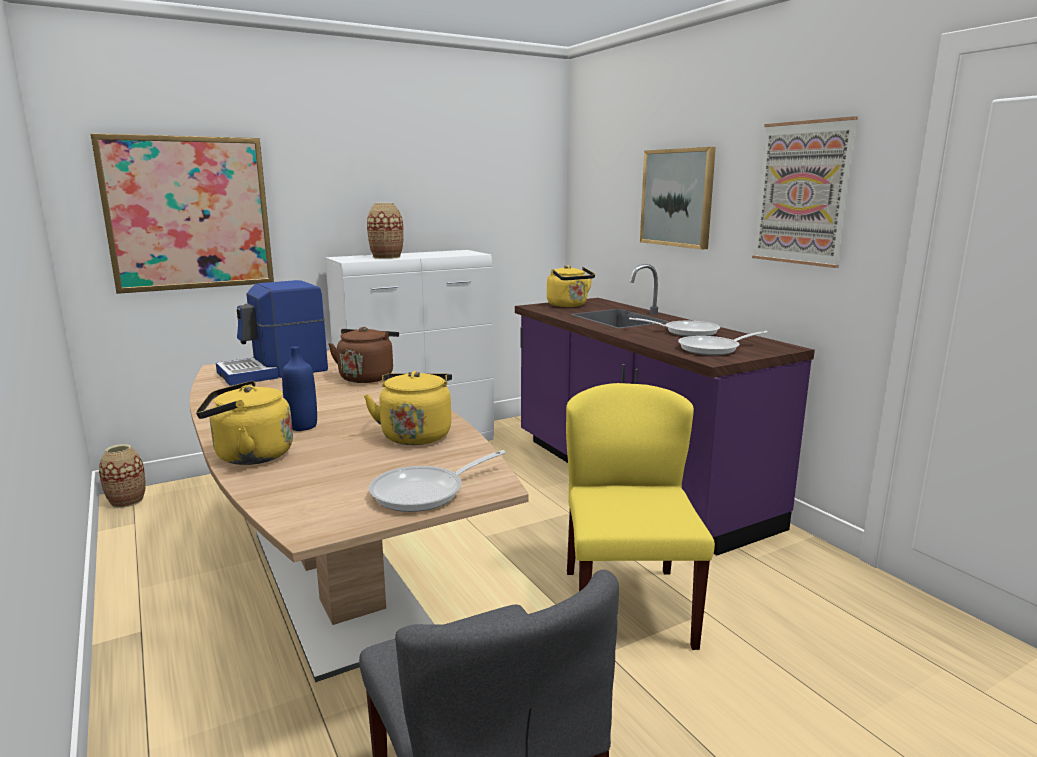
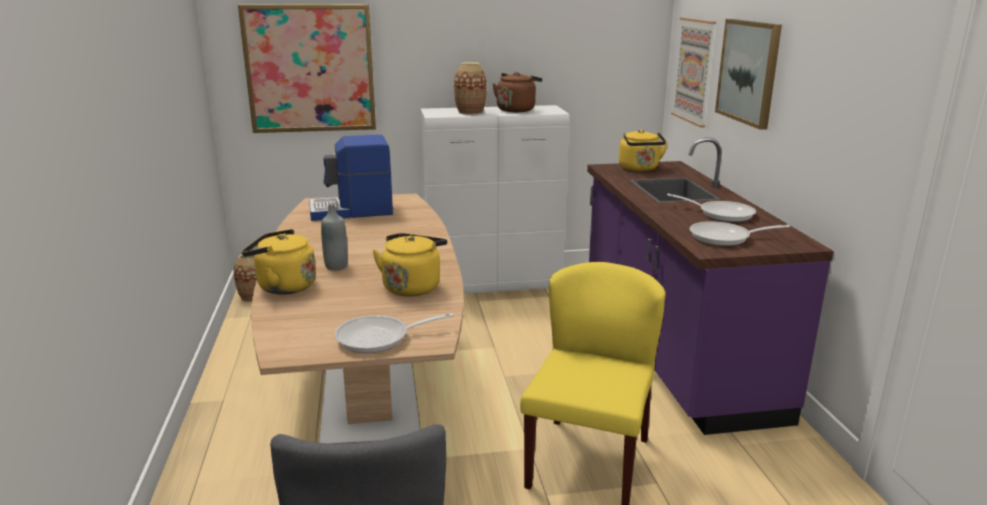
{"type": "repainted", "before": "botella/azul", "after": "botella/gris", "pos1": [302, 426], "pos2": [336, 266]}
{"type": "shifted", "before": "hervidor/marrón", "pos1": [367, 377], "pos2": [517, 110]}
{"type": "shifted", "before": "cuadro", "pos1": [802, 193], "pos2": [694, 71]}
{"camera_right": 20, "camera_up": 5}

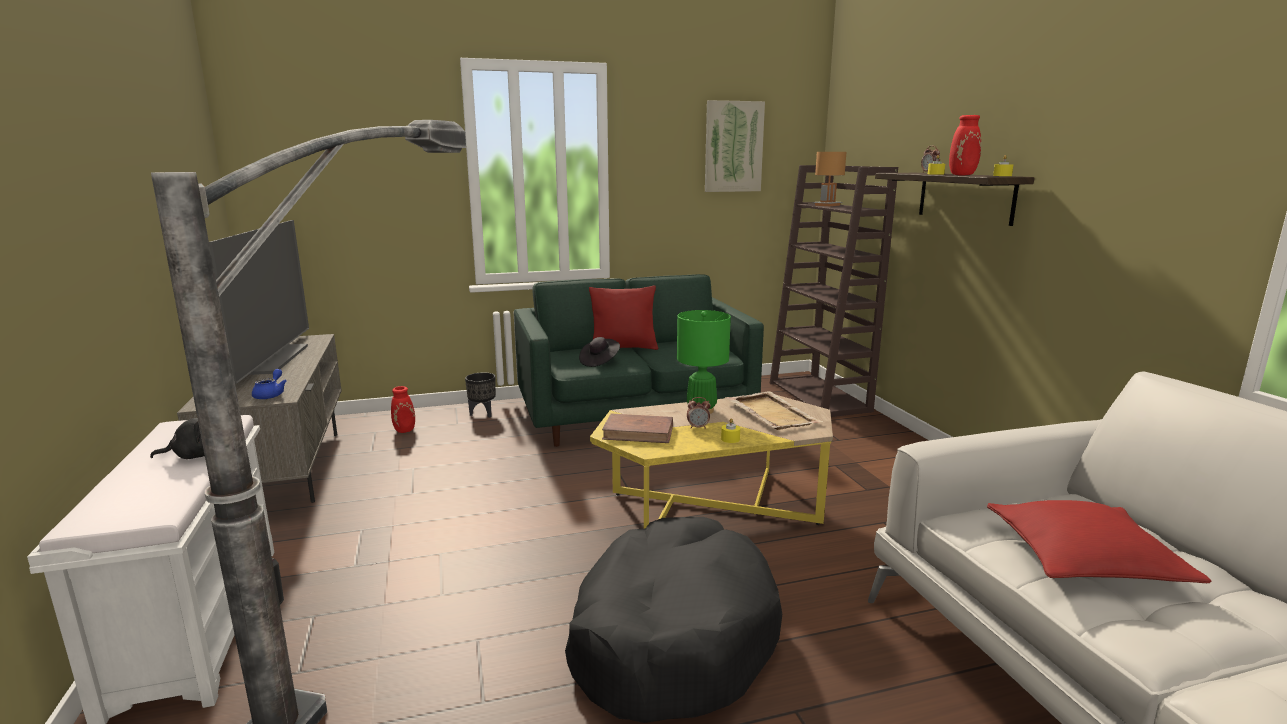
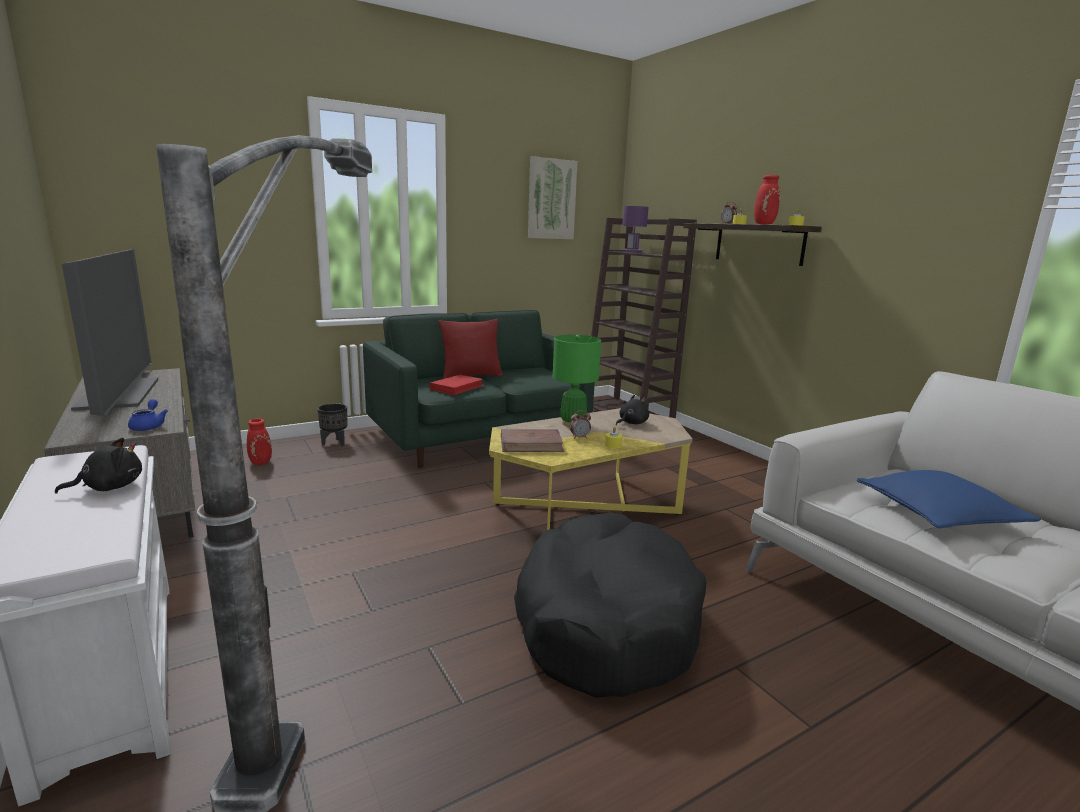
{"type": "swapped", "before": "sombrero/negro", "after": "libro/rojo", "pos1": [599, 362], "pos2": [457, 387]}
{"type": "swapped", "before": "bandeja/beis", "after": "peluche/negro", "pos1": [771, 413], "pos2": [631, 423]}
{"type": "repainted", "before": "lámpara de mesa/marrón", "after": "lámpara de mesa/morado", "pos1": [827, 205], "pos2": [632, 252]}
{"type": "repainted", "before": "cojín/rojo", "after": "cojín/azul", "pos1": [1084, 559], "pos2": [938, 514]}
{"camera_right": -15, "camera_up": 0}

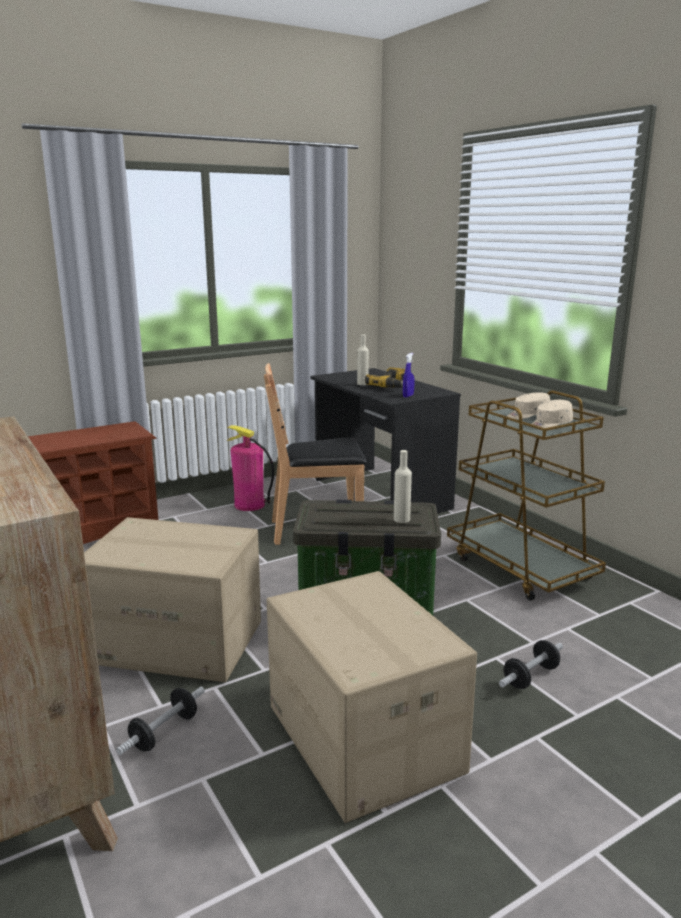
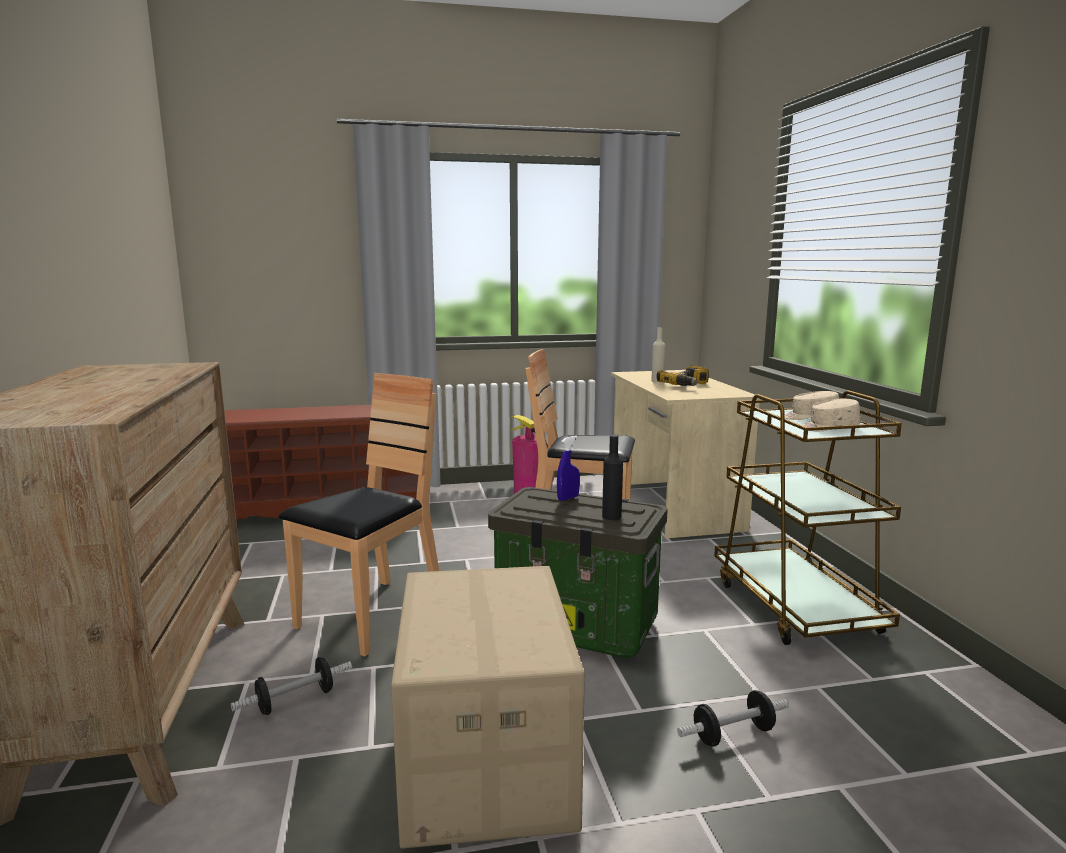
{"type": "swapped", "before": "caja de cartón", "after": "silla/marrón", "pos1": [178, 641], "pos2": [371, 615]}
{"type": "shifted", "before": "pulverizador/azul", "pos1": [408, 396], "pos2": [568, 498]}
{"type": "repainted", "before": "botella/beis", "after": "botella/negro", "pos1": [401, 519], "pos2": [611, 516]}
{"type": "repainted", "before": "escritorio/negro", "after": "escritorio/beis", "pos1": [379, 494], "pos2": [672, 506]}
{"camera_right": 20, "camera_up": -5}

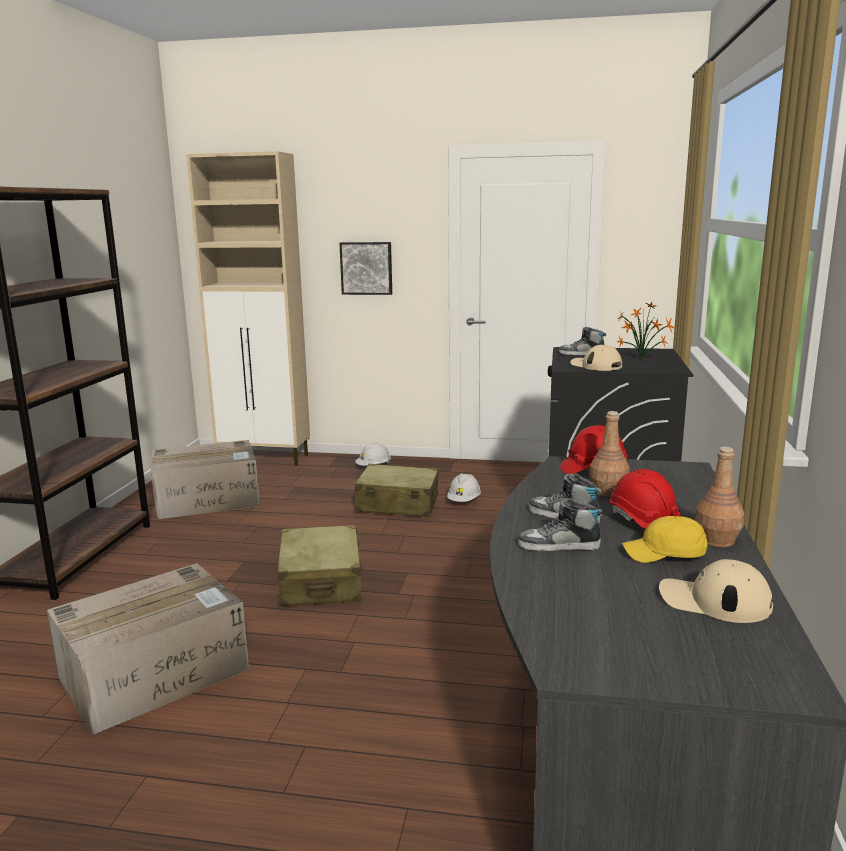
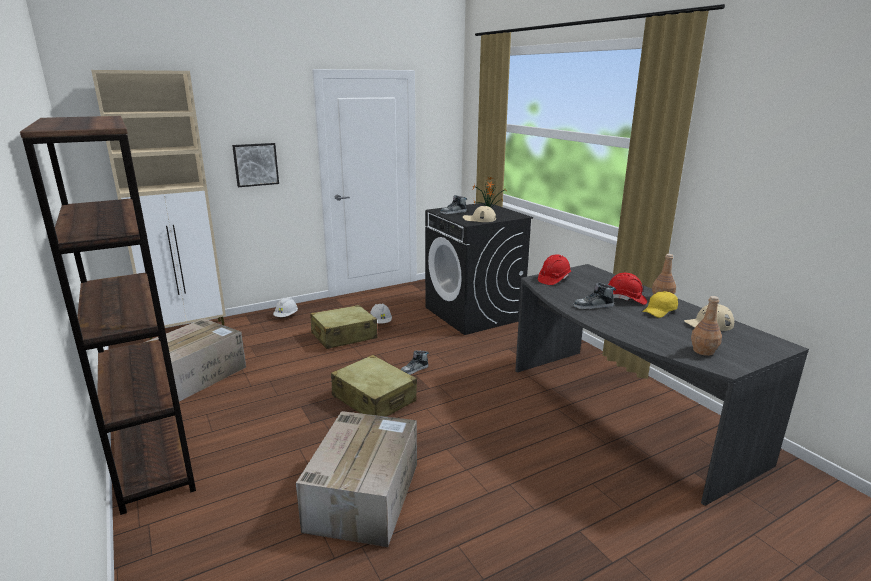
{"type": "shifted", "before": "zapato", "pos1": [559, 546], "pos2": [414, 370]}
{"type": "shifted", "before": "botella/marrón", "pos1": [608, 492], "pos2": [703, 351]}
{"camera_right": -40, "camera_up": 5}

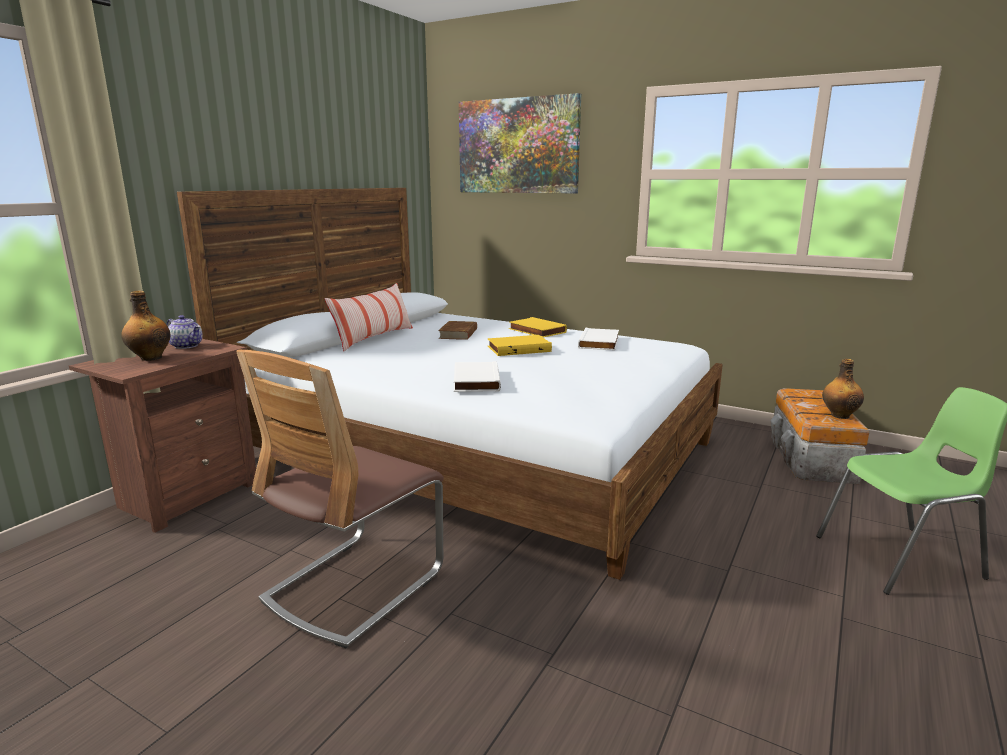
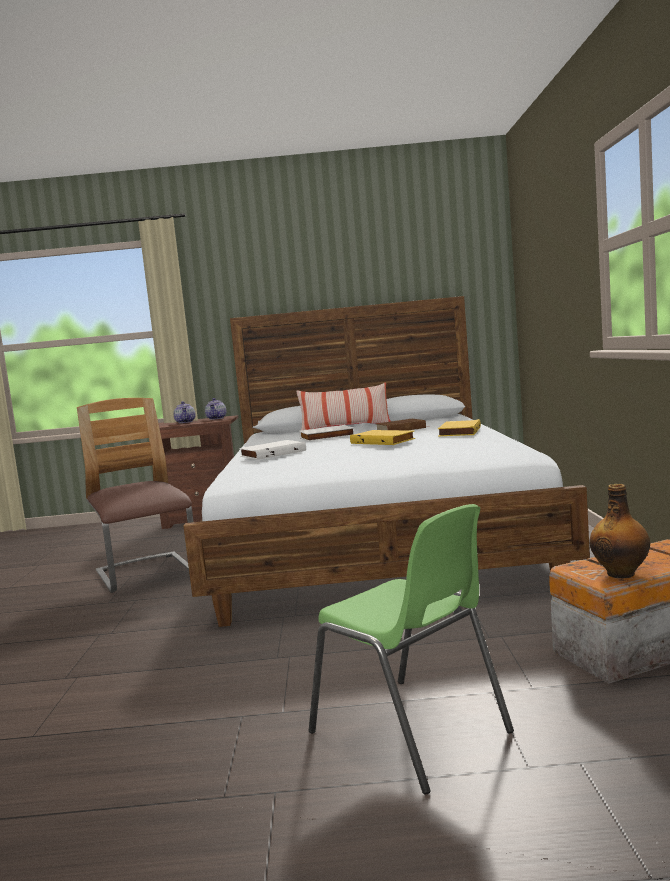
{"type": "rotated", "before": "silla", "pos1": [354, 585], "pos2": [146, 574], "turn": 60}
{"type": "swapped", "before": "botella", "after": "tetera", "pos1": [150, 358], "pos2": [185, 422]}
{"type": "shifted", "before": "libro/blanco", "pos1": [600, 343], "pos2": [327, 437]}
{"type": "gone", "before": "cuadro", "pos1": [518, 146]}
{"camera_right": 60, "camera_up": -10}

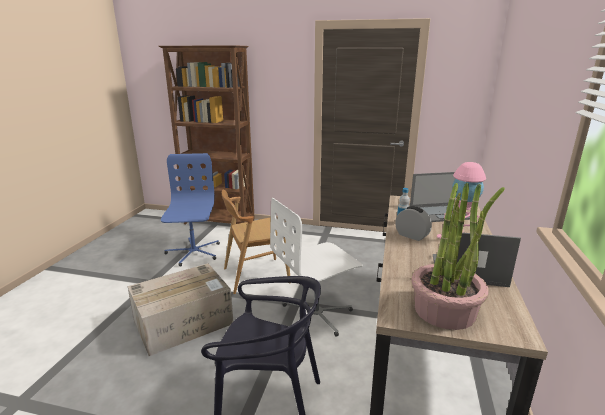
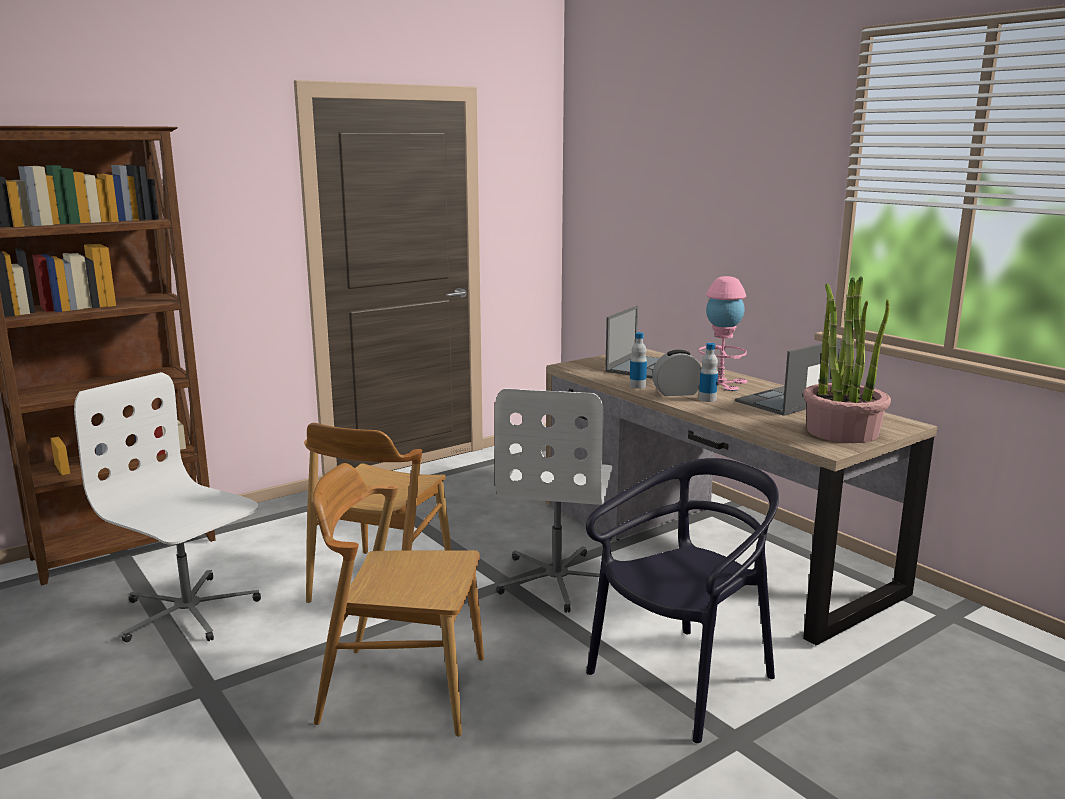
{"type": "repainted", "before": "silla de oficina/azul", "after": "silla de oficina/blanco", "pos1": [193, 252], "pos2": [187, 612]}
{"type": "swapped", "before": "caja de cartón", "after": "silla/marrón", "pos1": [184, 321], "pos2": [403, 689]}
{"type": "new", "after": "botella", "pos2": [707, 399]}
{"camera_right": -50, "camera_up": -5}

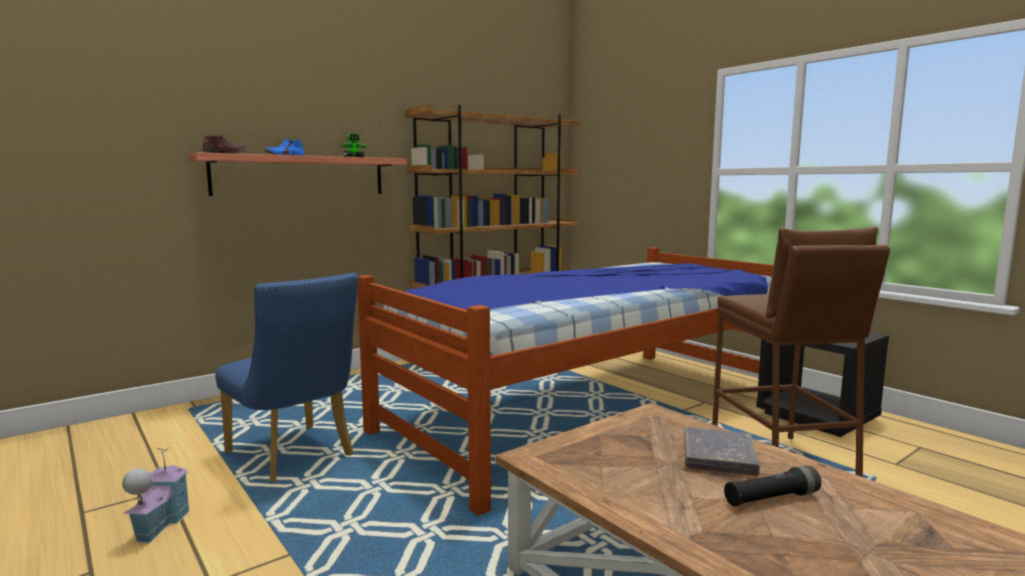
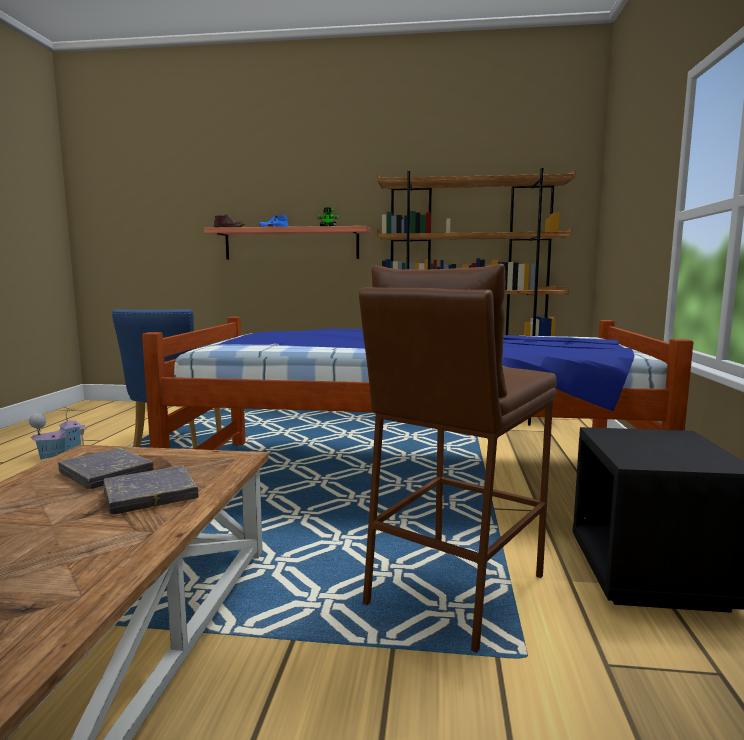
{"type": "new", "after": "libro/gris", "pos2": [106, 474]}
{"type": "gone", "before": "linterna/negro", "pos1": [771, 499]}
{"camera_right": 45, "camera_up": 0}

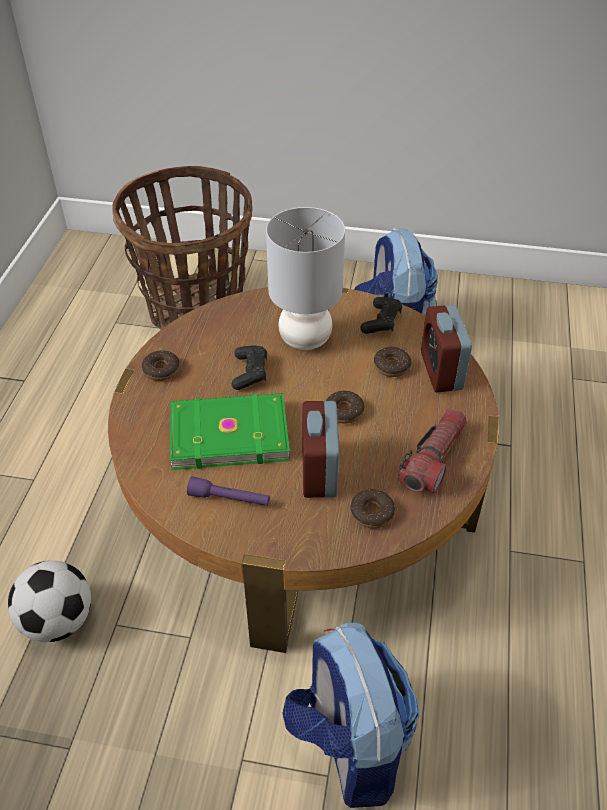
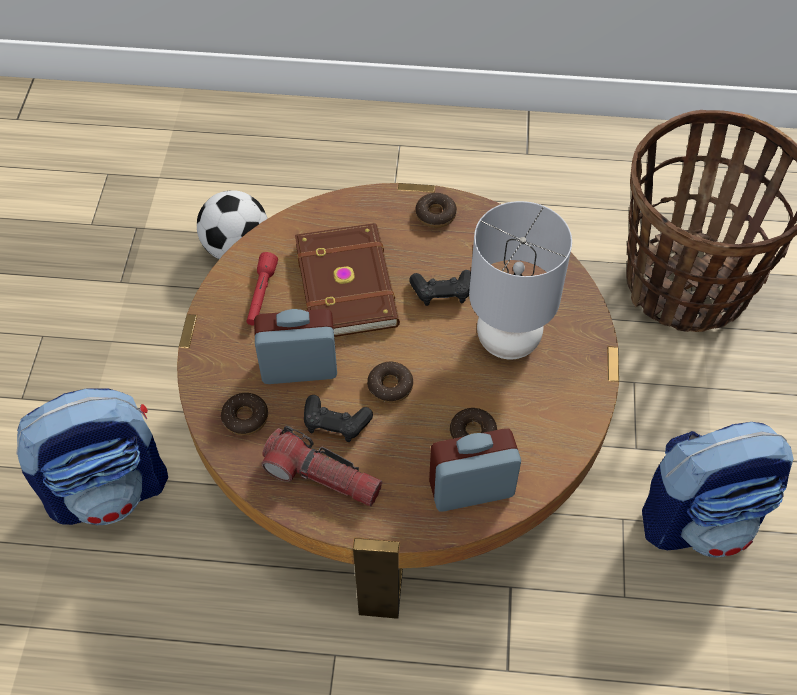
{"type": "repainted", "before": "linterna/morado", "after": "linterna/rojo", "pos1": [229, 499], "pos2": [261, 295]}
{"type": "repainted", "before": "libro/verde", "after": "libro/marrón", "pos1": [228, 433], "pos2": [348, 283]}
{"type": "shifted", "before": "mando de consola/negro", "pos1": [381, 321], "pos2": [335, 423]}
{"camera_right": 85, "camera_up": 10}

